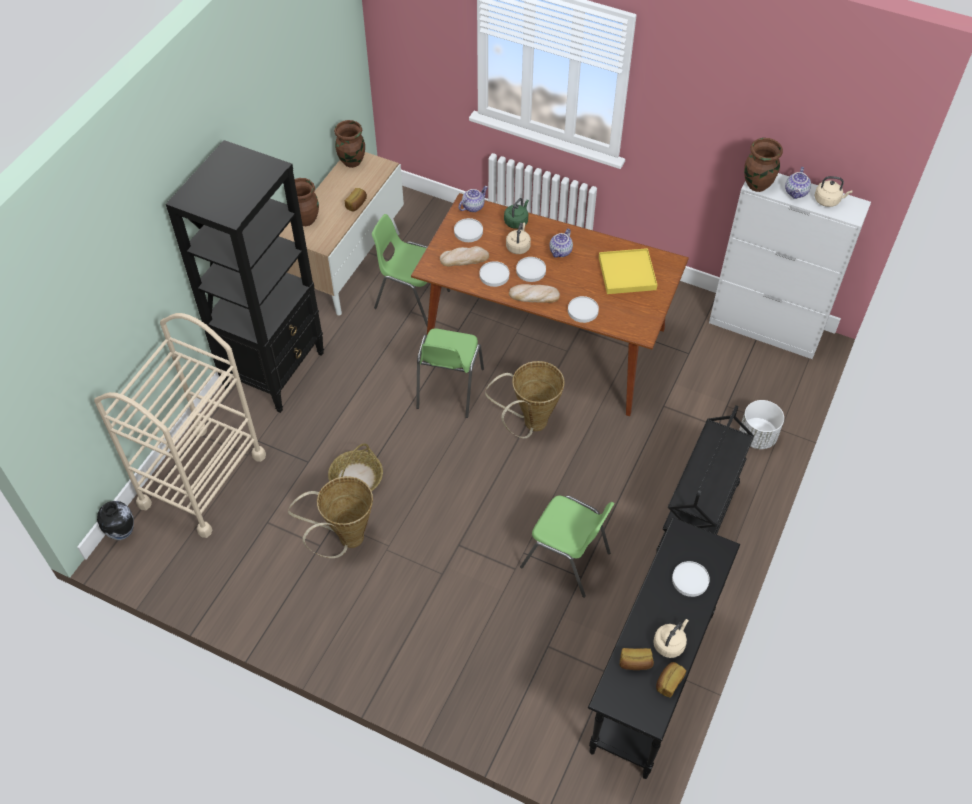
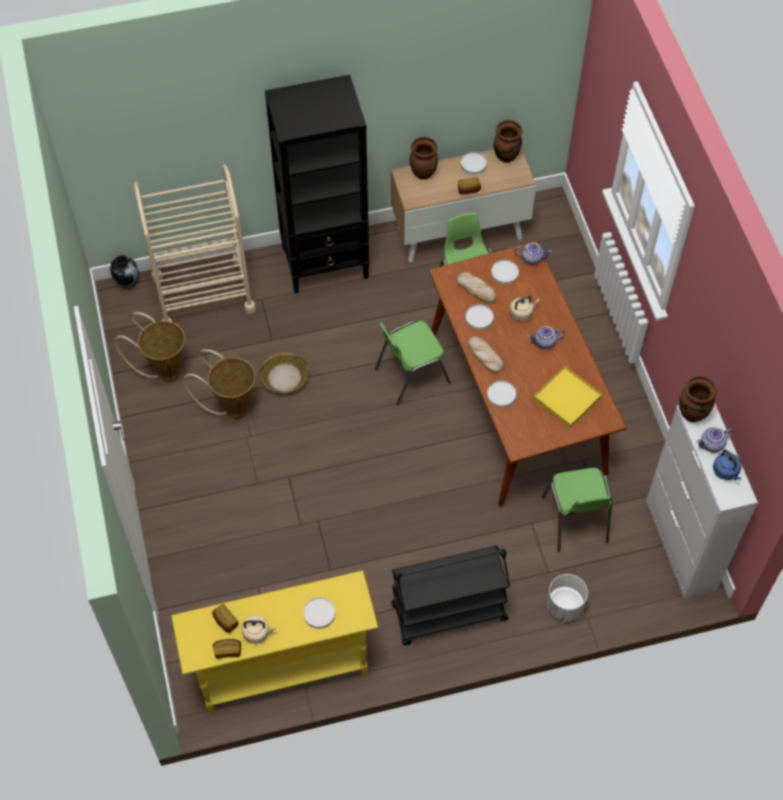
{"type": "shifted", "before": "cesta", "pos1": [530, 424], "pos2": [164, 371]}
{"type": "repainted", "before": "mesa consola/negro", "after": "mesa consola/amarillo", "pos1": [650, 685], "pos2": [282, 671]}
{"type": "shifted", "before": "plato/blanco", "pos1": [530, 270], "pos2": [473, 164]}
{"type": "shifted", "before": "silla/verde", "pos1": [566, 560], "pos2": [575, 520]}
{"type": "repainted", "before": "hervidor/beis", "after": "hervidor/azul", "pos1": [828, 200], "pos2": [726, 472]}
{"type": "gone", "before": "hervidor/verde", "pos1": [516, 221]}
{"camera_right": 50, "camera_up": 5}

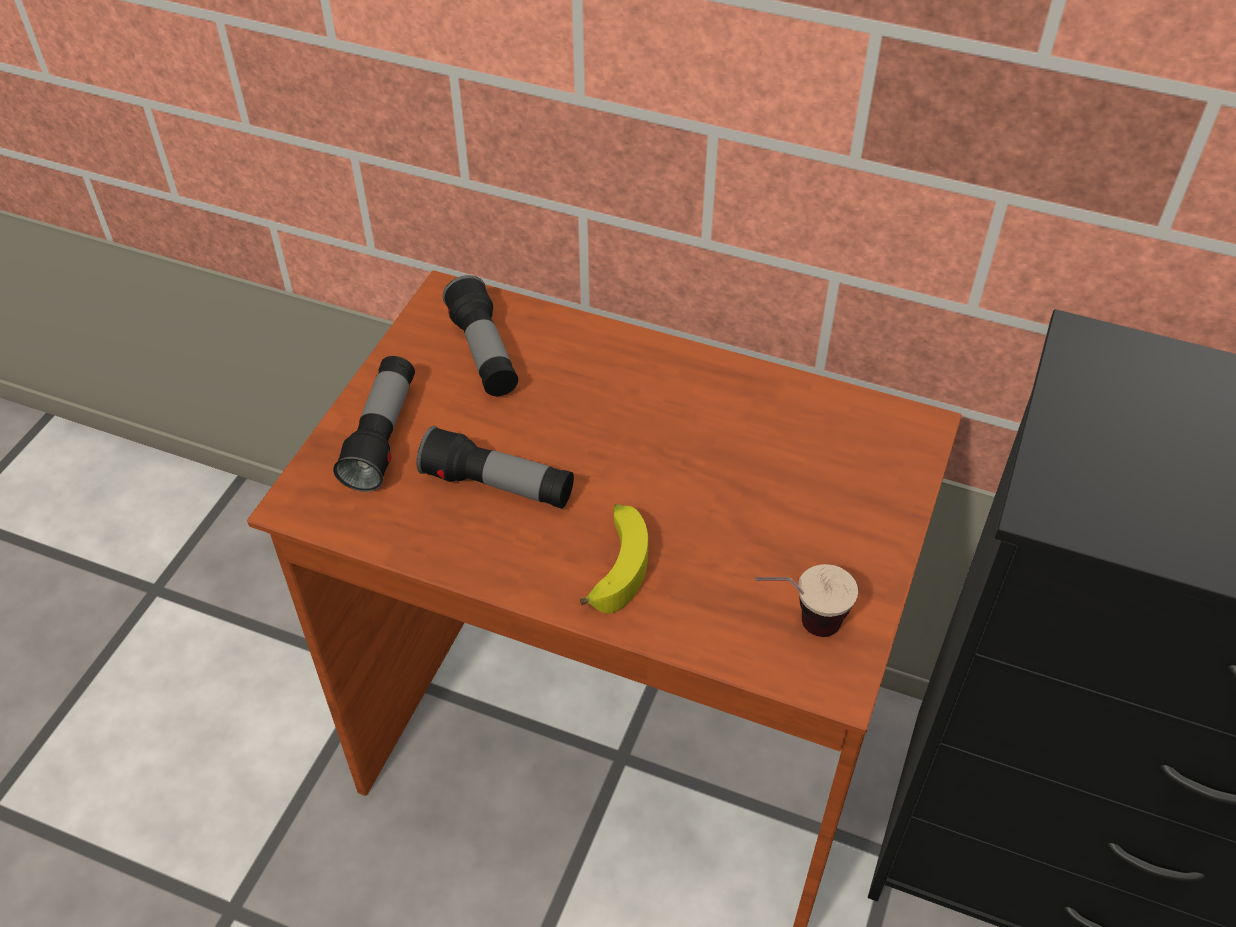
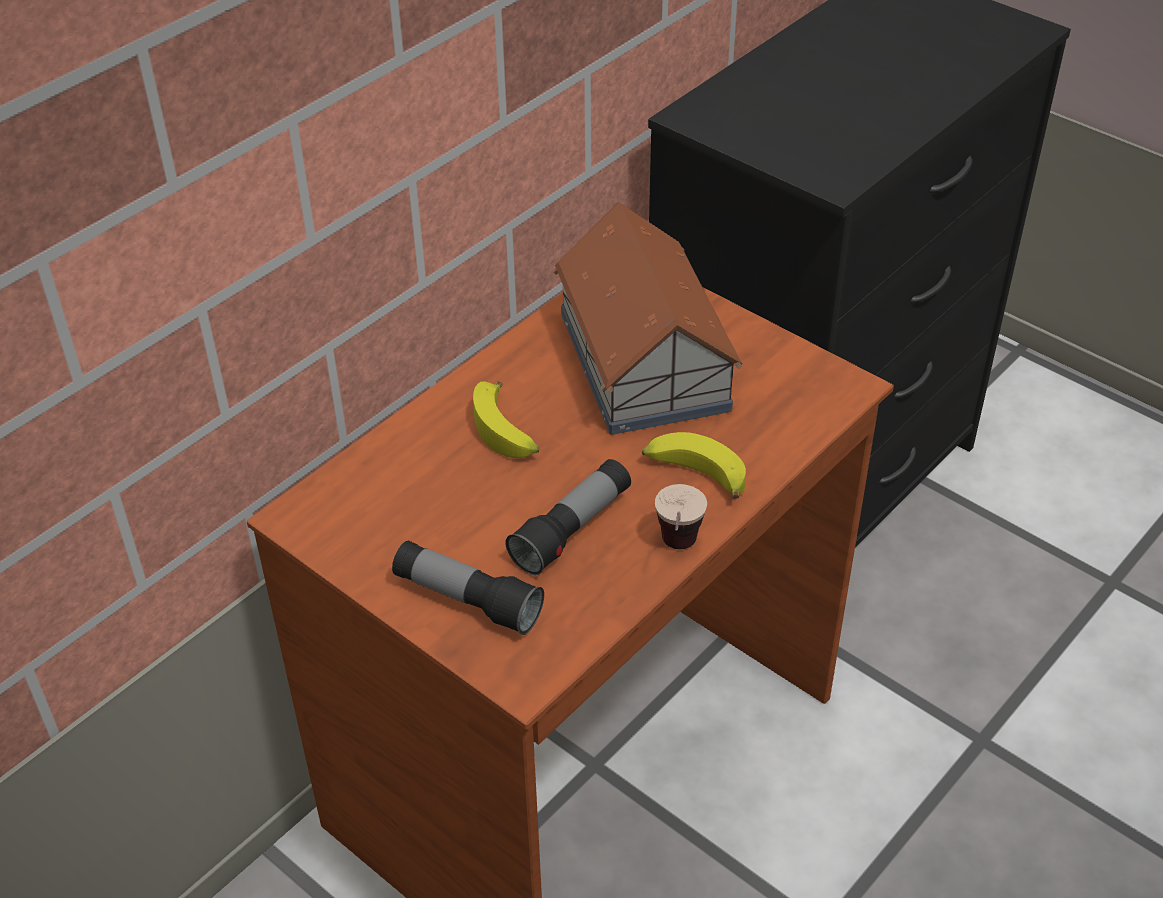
{"type": "new", "after": "plátano", "pos2": [506, 432]}
{"type": "new", "after": "casita", "pos2": [643, 362]}
{"type": "shifted", "before": "taza", "pos1": [798, 625], "pos2": [677, 553]}
{"type": "gone", "before": "linterna", "pos1": [483, 353]}
{"camera_right": -70, "camera_up": -5}

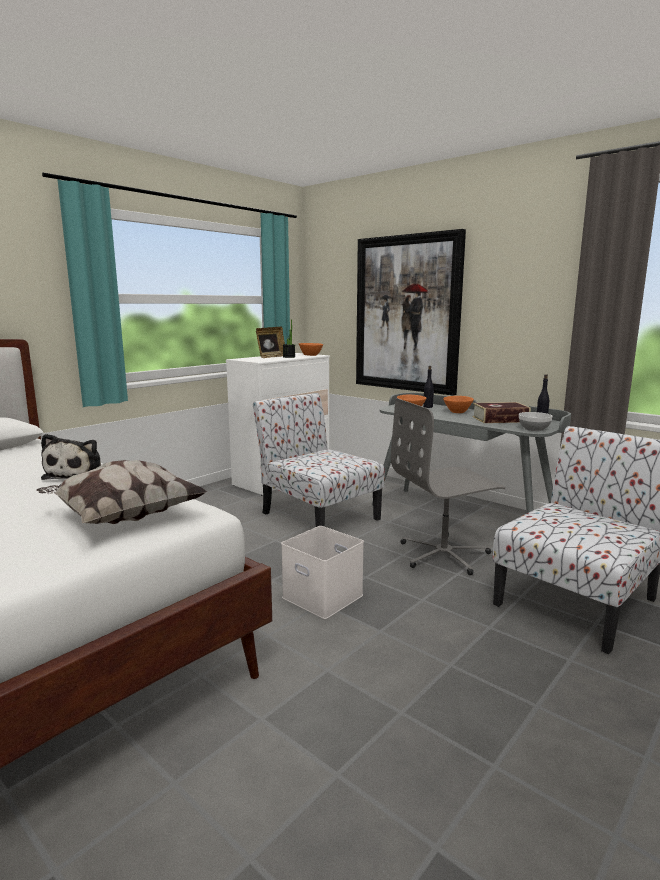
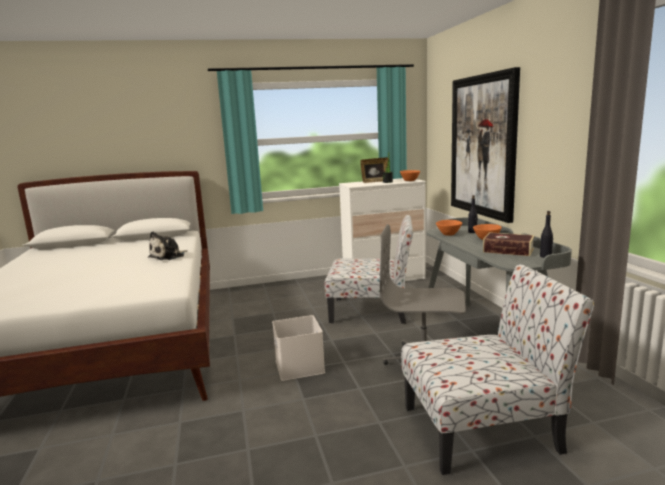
{"type": "rotated", "before": "silla", "pos1": [318, 515], "pos2": [371, 311], "turn": 105}
{"type": "gone", "before": "cojín", "pos1": [123, 518]}
{"type": "gone", "before": "cuenco", "pos1": [533, 429]}
{"camera_right": 35, "camera_up": 0}

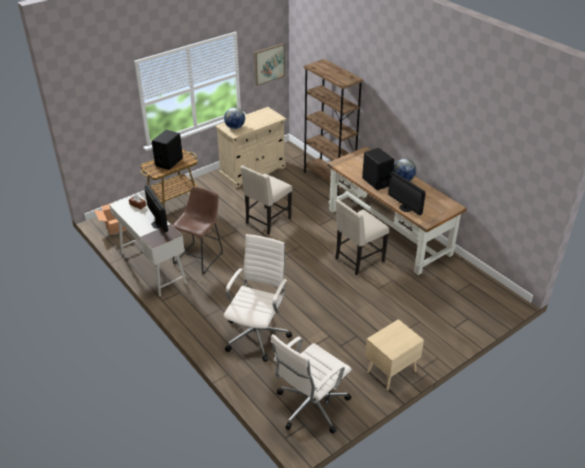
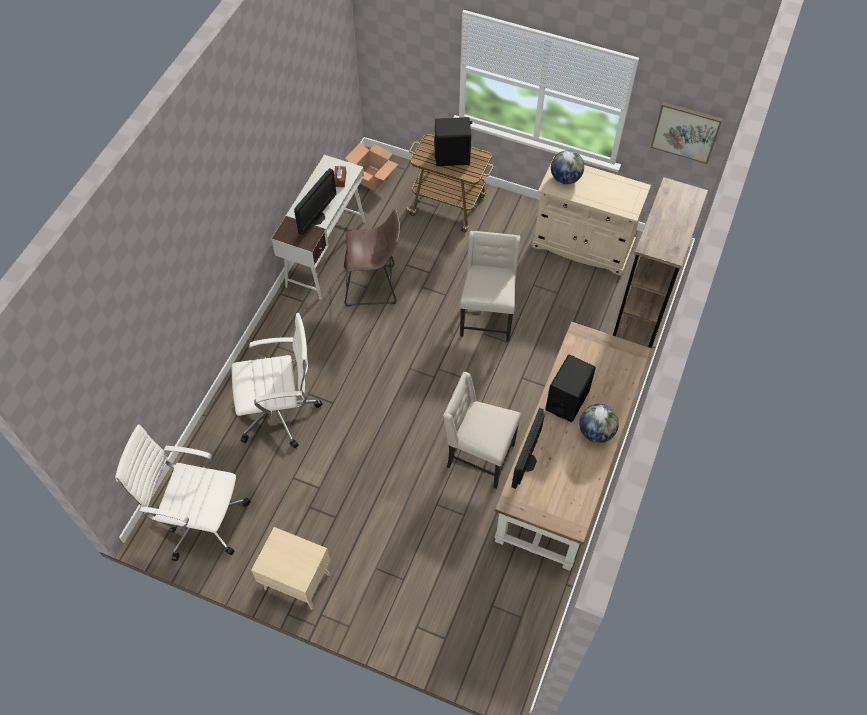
{"type": "rotated", "before": "silla/beis", "pos1": [267, 221], "pos2": [487, 317], "turn": 90}
{"camera_right": 60, "camera_up": 20}

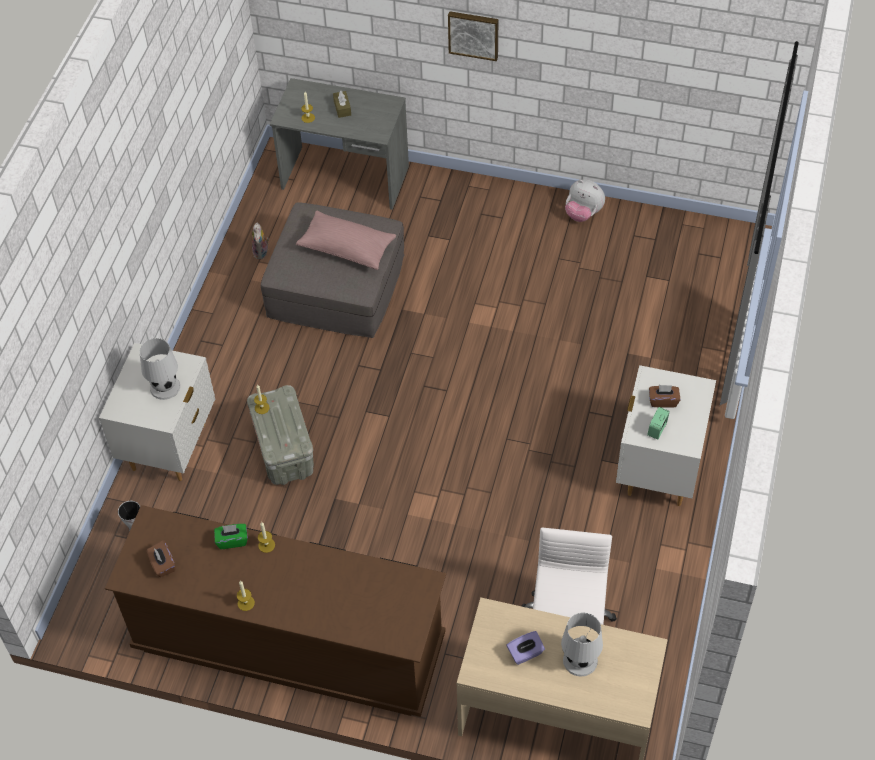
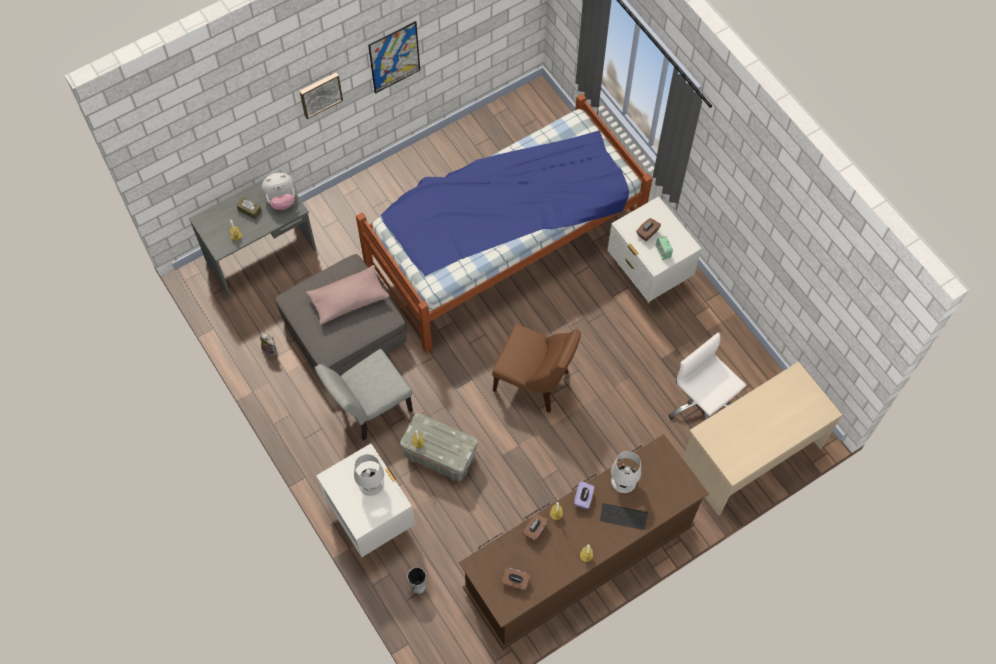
{"type": "shifted", "before": "peluche", "pos1": [583, 214], "pos2": [281, 199]}
{"type": "new", "after": "silla/gris", "pos2": [369, 410]}
{"type": "new", "after": "cama", "pos2": [503, 244]}
{"type": "new", "after": "cuadro", "pos2": [394, 57]}
{"type": "new", "after": "silla/marrón", "pos2": [534, 382]}
{"type": "repainted", "before": "caja de pañuelos/verde", "after": "caja de pañuelos/marrón", "pos1": [232, 540], "pos2": [535, 530]}
{"type": "shifted", "before": "caja de pañuelos/morado", "pos1": [525, 653], "pos2": [583, 498]}
{"type": "new", "after": "teclado", "pos2": [623, 517]}
{"type": "shifted", "before": "lámpara de mesa/blanco", "pos1": [579, 660], "pos2": [623, 481]}
{"camera_right": -50, "camera_up": 10}

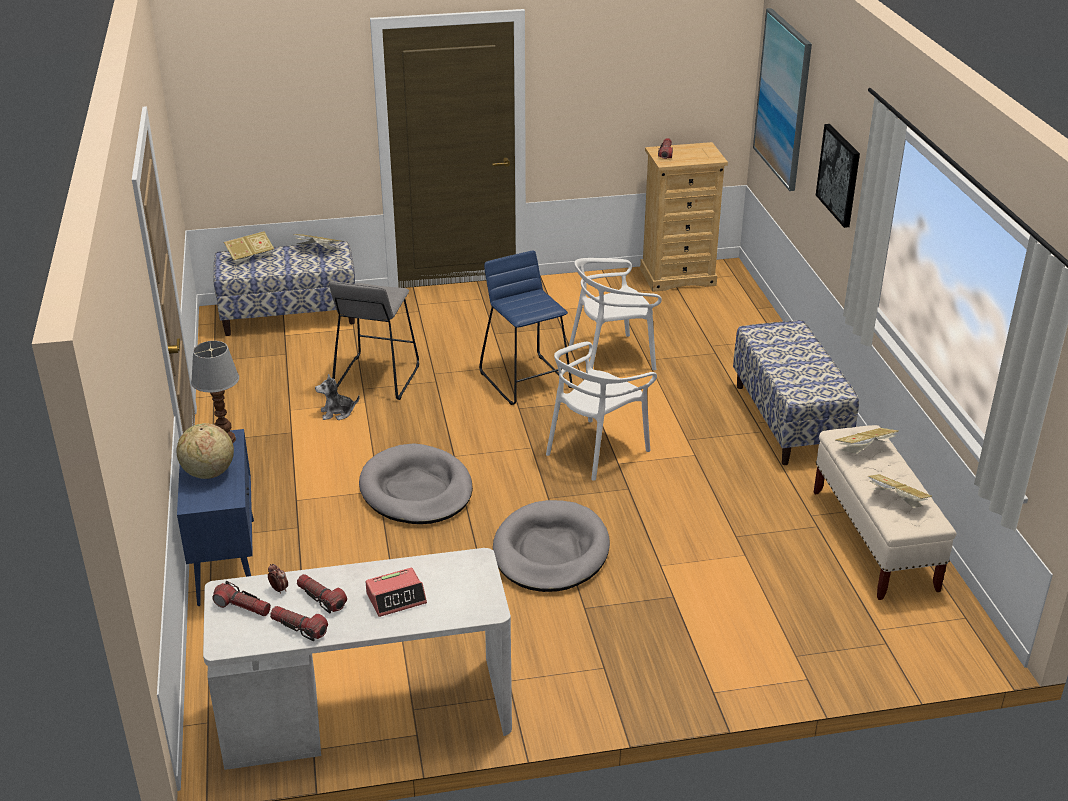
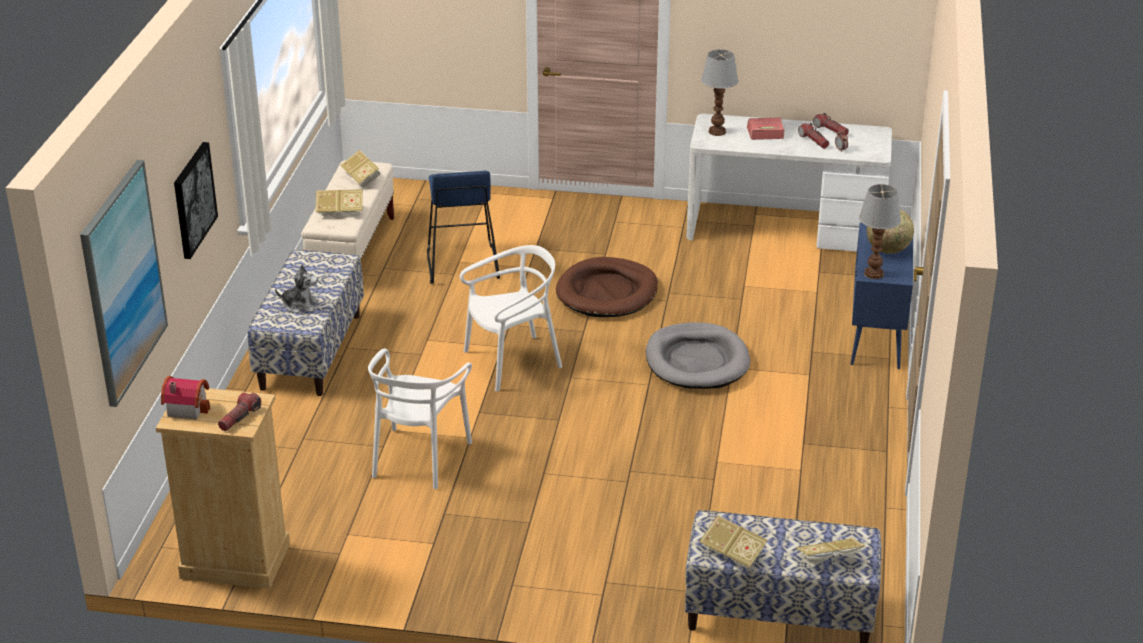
{"type": "new", "after": "casita", "pos2": [187, 407]}
{"type": "shifted", "before": "peluche", "pos1": [337, 413], "pos2": [300, 305]}
{"type": "rotated", "before": "silla/blanco", "pos1": [611, 357], "pos2": [419, 458], "turn": 105}
{"type": "shifted", "before": "taburete/azul", "pos1": [526, 380], "pos2": [461, 264]}
{"type": "repainted", "before": "cama para perro/gris", "after": "cama para perro/marrón", "pos1": [550, 551], "pos2": [607, 292]}
{"type": "new", "after": "lámpara de mesa", "pos2": [717, 132]}
{"type": "gone", "before": "linterna", "pos1": [242, 607]}
{"type": "gone", "before": "taburete/gris", "pos1": [376, 378]}
{"camera_right": -160, "camera_up": 0}

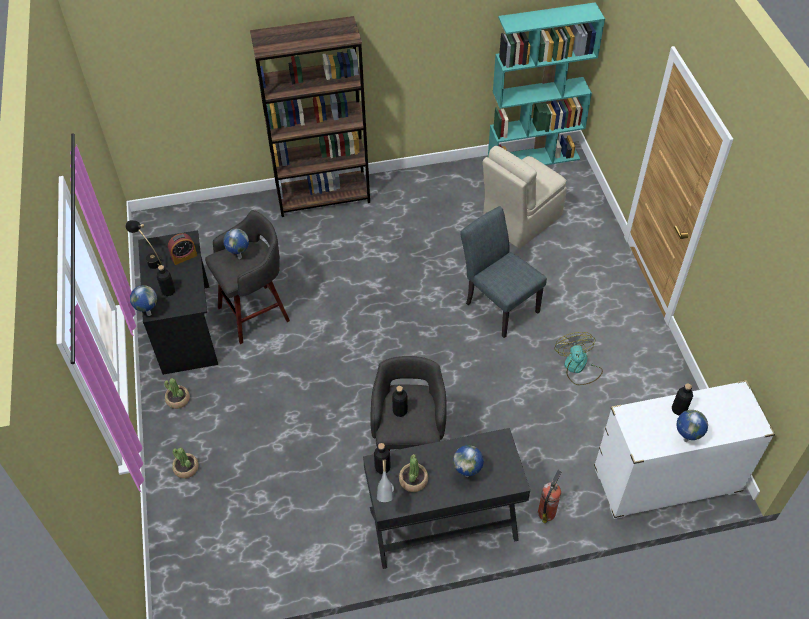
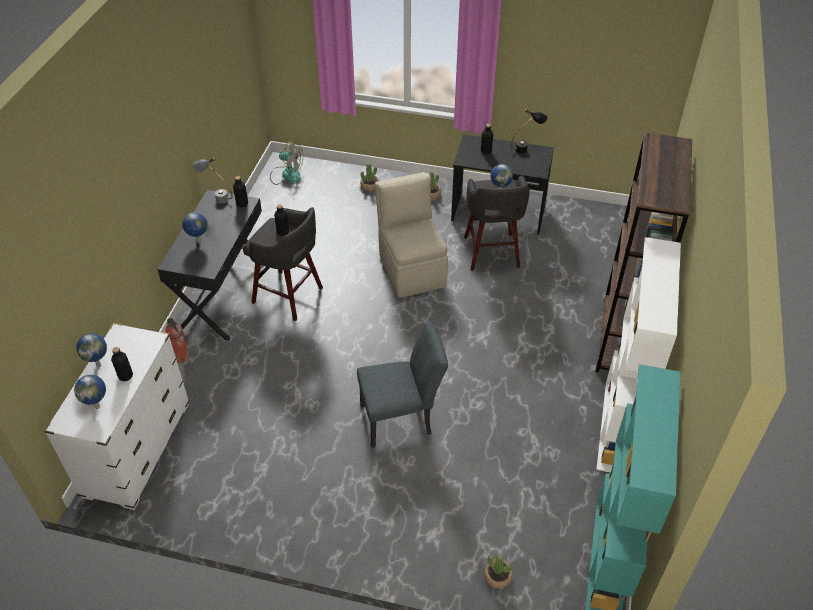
{"type": "shifted", "before": "globo terráqueo", "pos1": [148, 314], "pos2": [98, 406]}
{"type": "shifted", "before": "ventilador", "pos1": [578, 367], "pos2": [286, 174]}
{"type": "shifted", "before": "silla/beis", "pos1": [520, 220], "pos2": [411, 269]}
{"type": "shifted", "before": "planta en maceta", "pos1": [413, 480], "pos2": [498, 576]}
{"type": "new", "after": "estantería/blanco", "pos2": [617, 427]}
{"type": "gone", "before": "despertador", "pos1": [184, 257]}
{"camera_right": 115, "camera_up": -5}

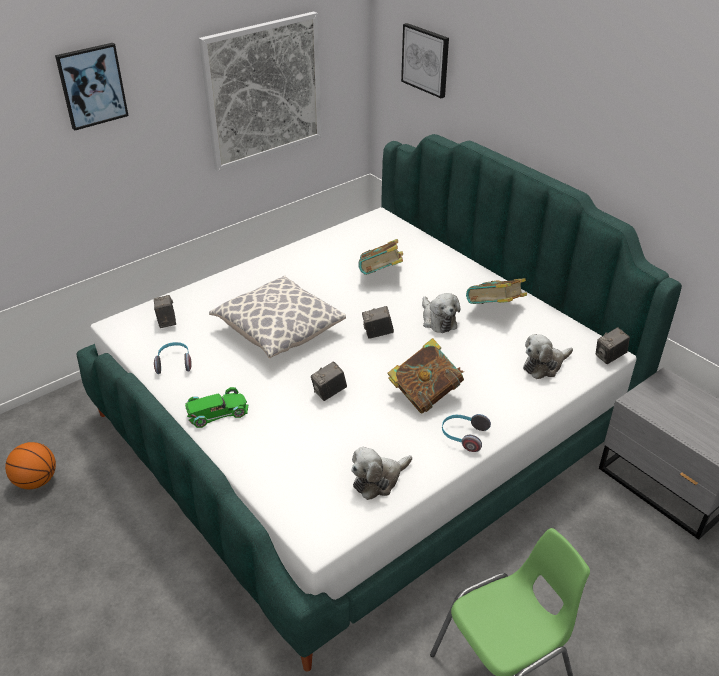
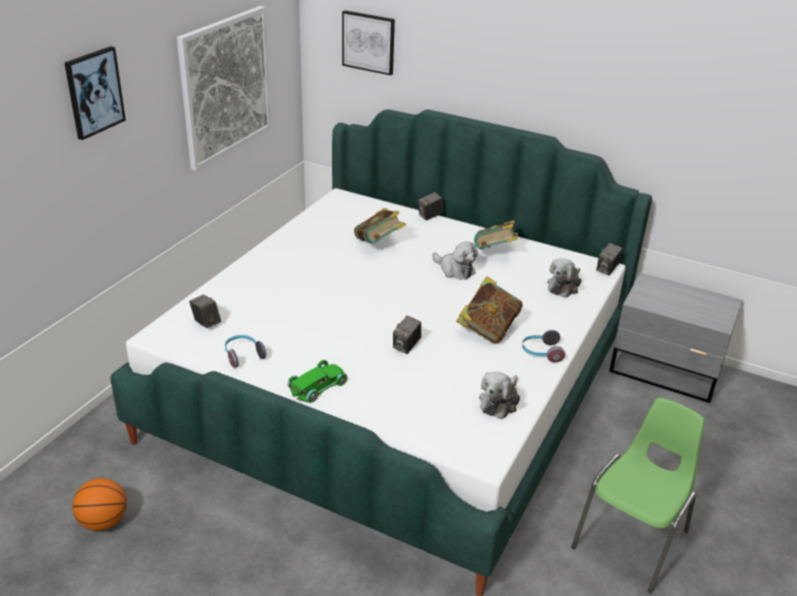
{"type": "shifted", "before": "cámara", "pos1": [377, 333], "pos2": [430, 216]}
{"type": "gone", "before": "cojín", "pos1": [278, 331]}
{"camera_right": -25, "camera_up": -5}

